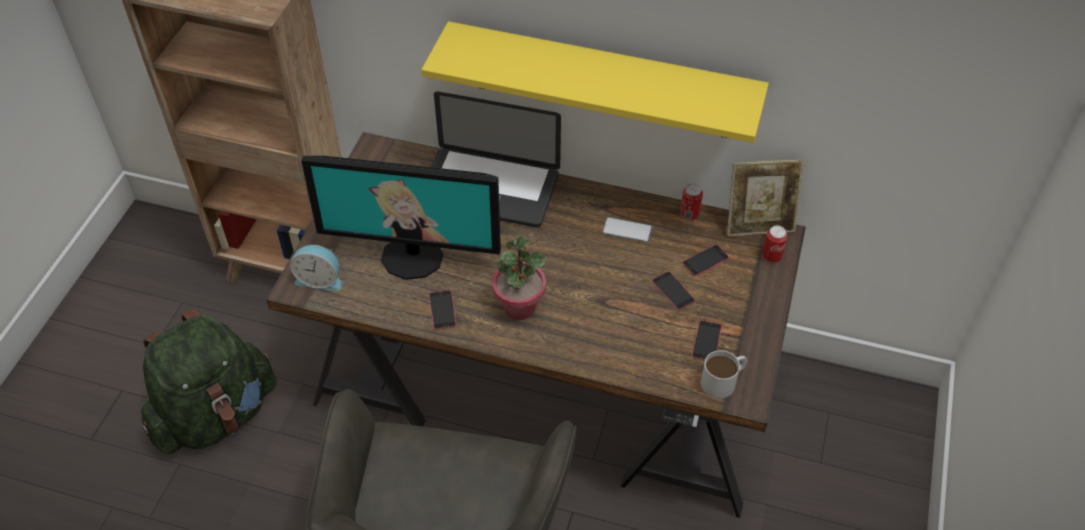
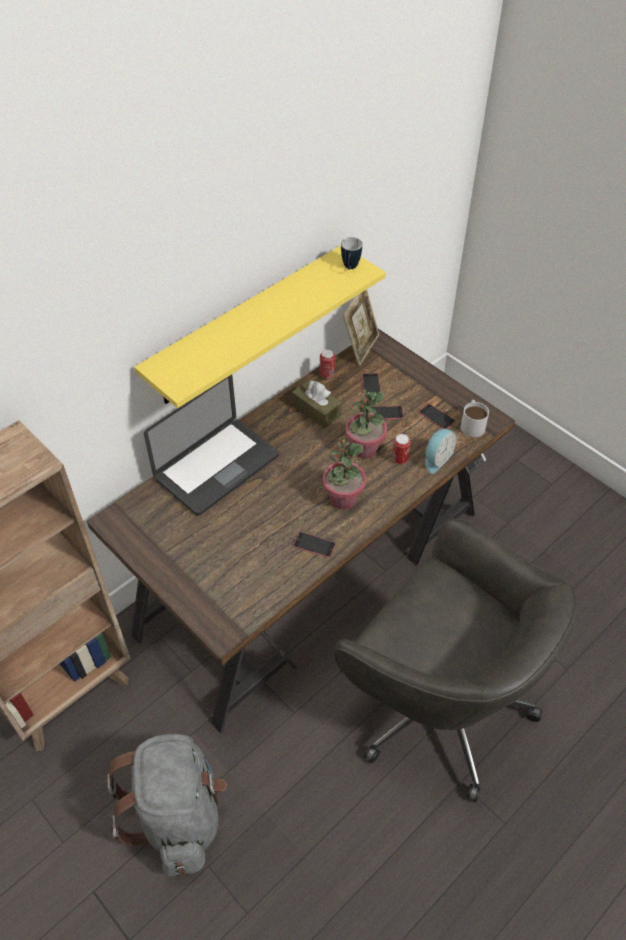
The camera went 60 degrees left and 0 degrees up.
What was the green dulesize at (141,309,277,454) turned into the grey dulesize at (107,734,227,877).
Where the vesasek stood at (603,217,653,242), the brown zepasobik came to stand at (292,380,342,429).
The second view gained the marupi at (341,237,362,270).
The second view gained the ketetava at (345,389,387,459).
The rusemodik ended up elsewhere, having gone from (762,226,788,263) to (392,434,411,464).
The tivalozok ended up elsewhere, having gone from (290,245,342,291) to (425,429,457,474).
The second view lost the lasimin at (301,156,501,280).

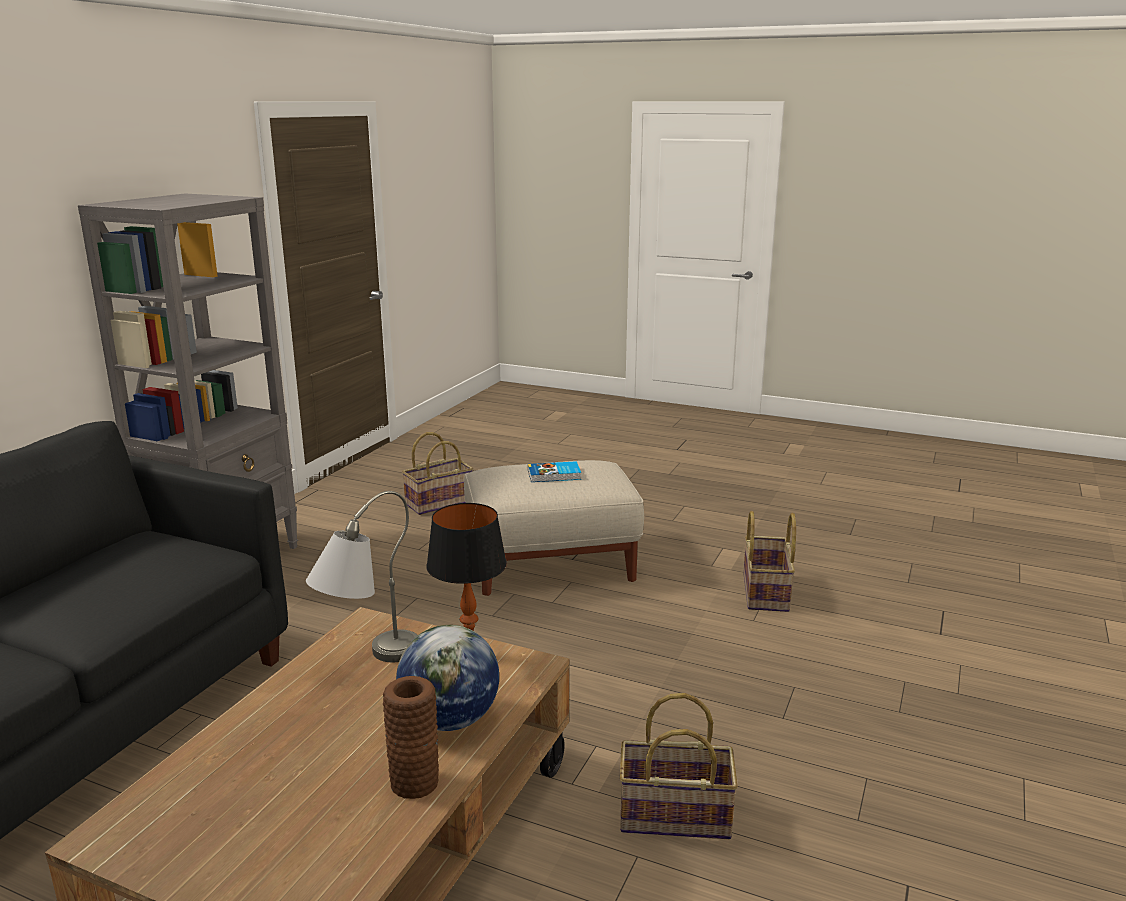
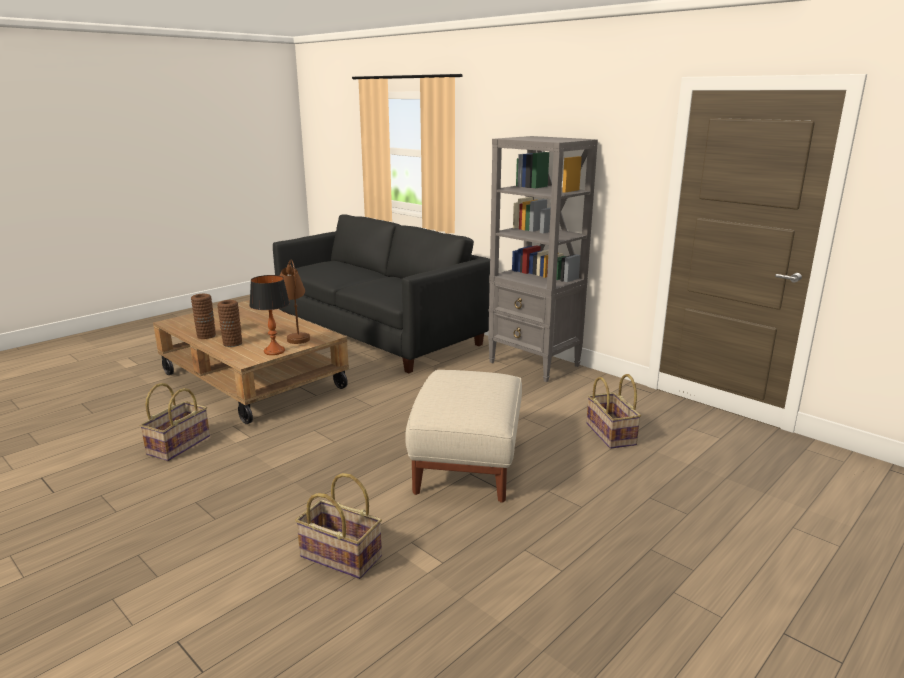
The camera went 110 degrees right and 0 degrees up.
Where the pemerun stood at (396,625,499,731), the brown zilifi came to stand at (217,300,242,347).
What was the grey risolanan at (306,491,418,662) turned into the brown risolanan at (280,260,310,344).
The second view lost the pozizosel at (528,461,581,482).

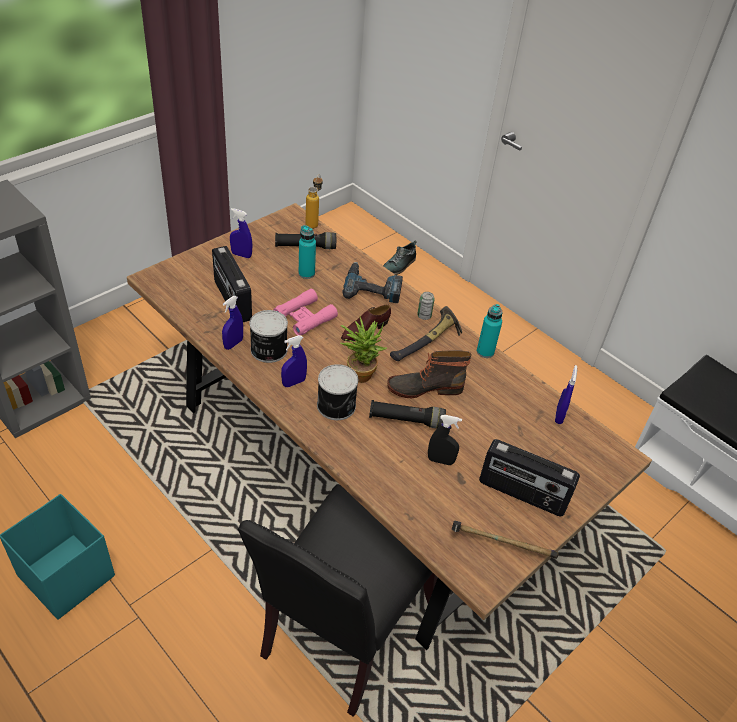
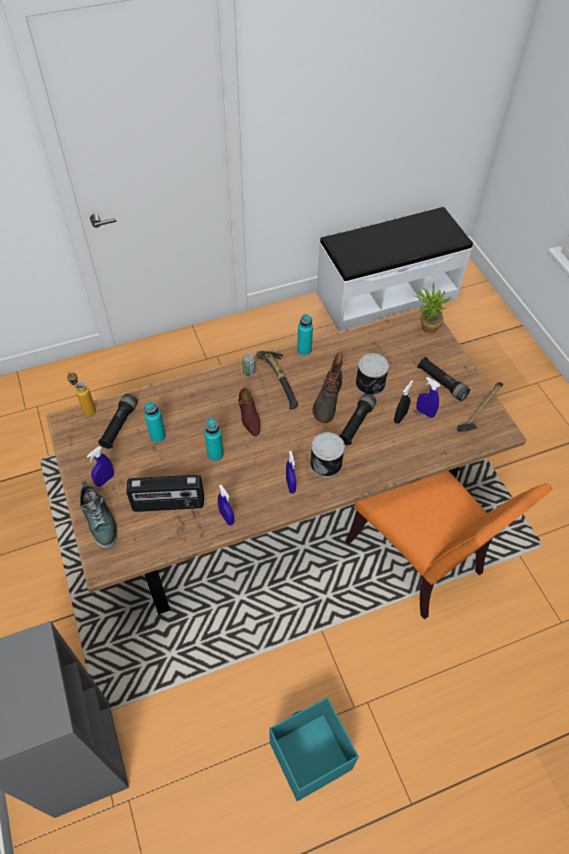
The camera went 65 degrees left and 10 degrees up.
The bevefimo ended up elsewhere, having gone from (383,241,417,275) to (80,481,117,549).
Where the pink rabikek stood at (273,289,338,336), the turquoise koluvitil came to stand at (205,418,223,461).
What was the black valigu at (238,484,438,717) turned into the orange valigu at (345,471,553,619).
The rusemodik ended up elsewhere, having gone from (250,310,288,363) to (355,353,389,396).
The ketetava ended up elsewhere, having gone from (341,317,387,383) to (413,282,451,333).
The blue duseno ended up elsewhere, having gone from (555,365,577,424) to (416,377,441,418).
Where the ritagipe stood at (479,439,580,516), the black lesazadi came to stand at (417,357,470,401).
The second view lost the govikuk at (342,262,403,303).

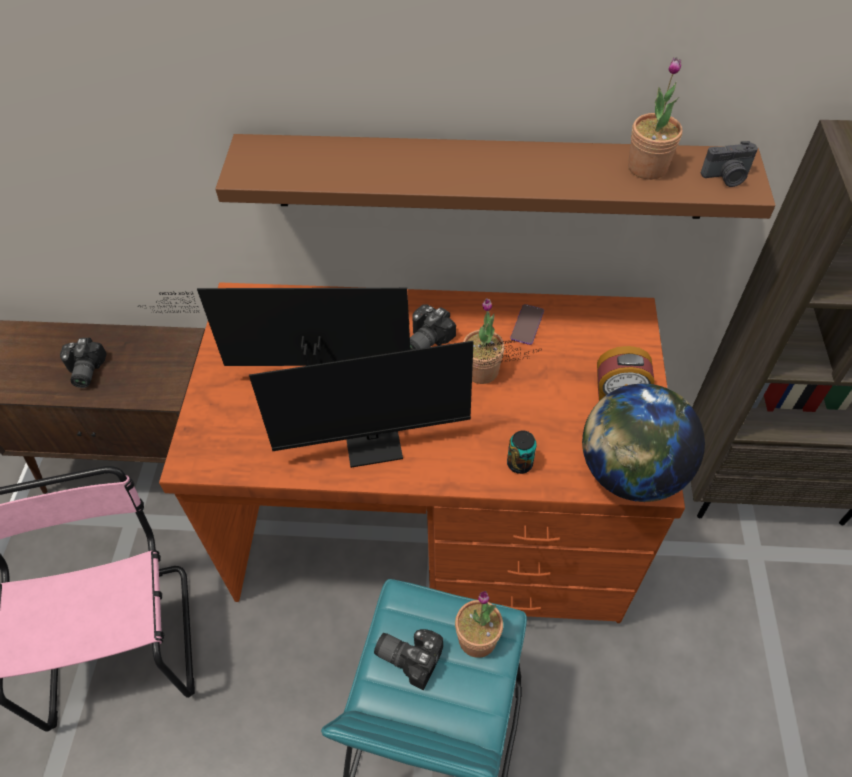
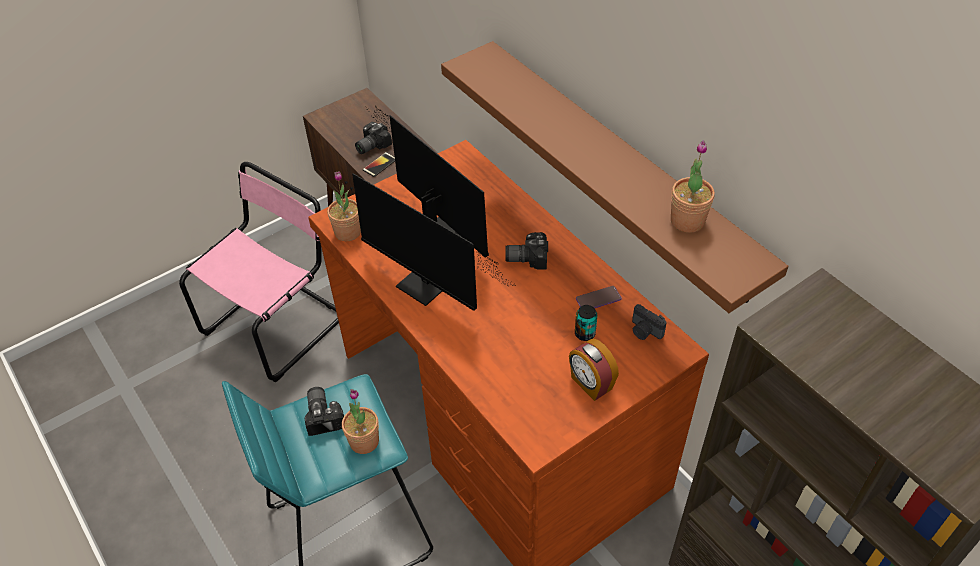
The camera went 50 degrees right and 5 degrees down.
The ketetava ended up elsewhere, having gone from (463,298,505,384) to (327,171,361,241).
The second view gained the vesasek at (363,152,395,177).
The rusemodik ended up elsewhere, having gone from (507,430,537,474) to (575,305,597,341).
The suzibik ended up elsewhere, having gone from (701,141,758,187) to (632,304,667,340).
The second view lost the pemerun at (582,383,705,502).

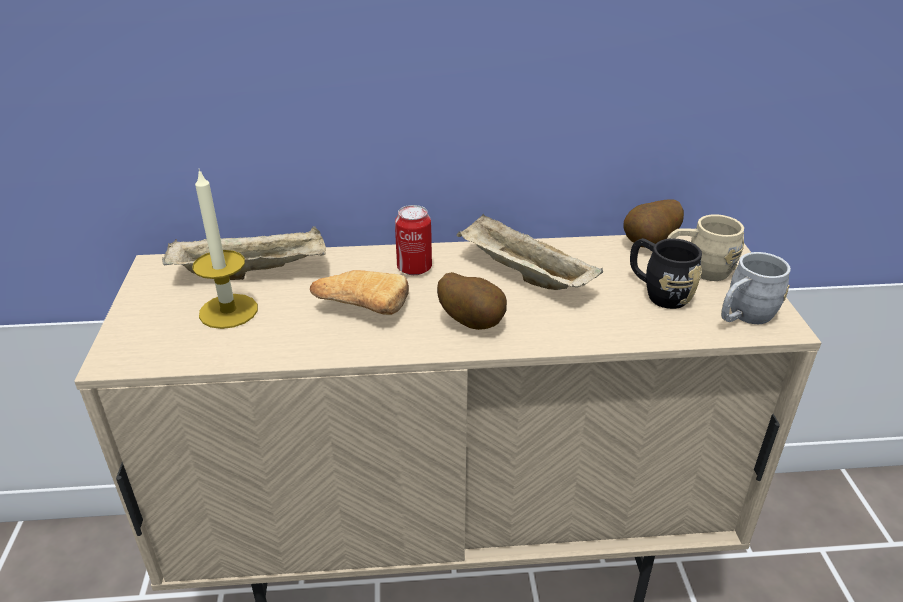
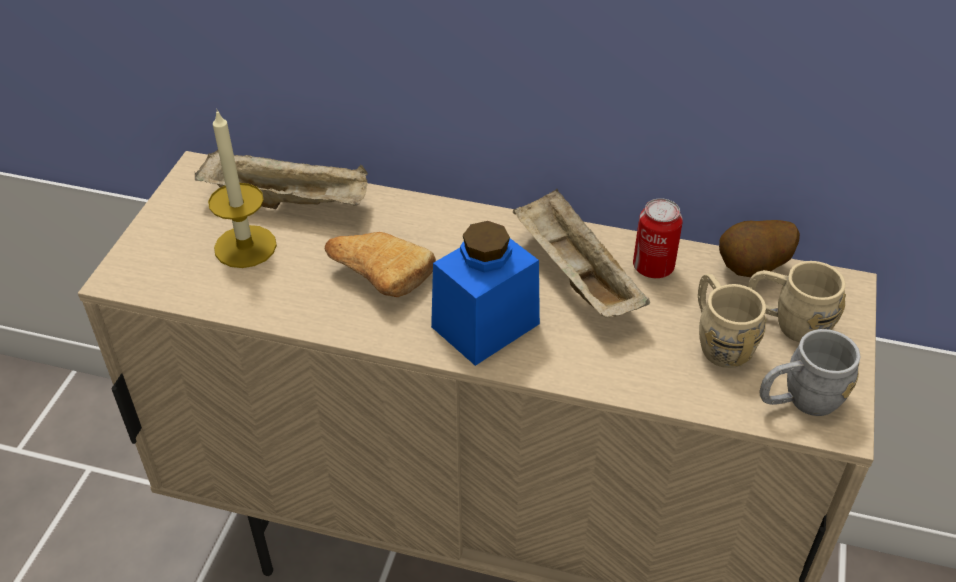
The camera went 20 degrees right and 10 degrees up.
Where the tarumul stood at (437,272,507,330), the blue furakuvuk came to stand at (431,221,540,366).
The rusemodik ended up elsewhere, having gone from (395,205,432,275) to (633,198,683,278).
What was the black marupi at (630,238,702,309) turned into the beige marupi at (698,273,766,368).

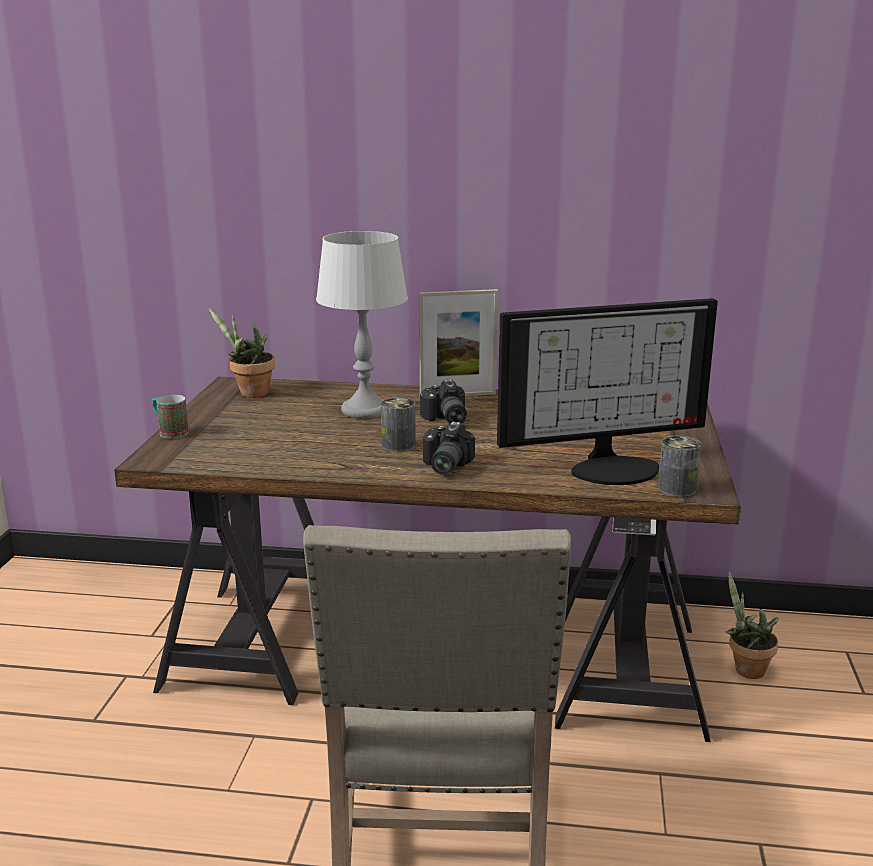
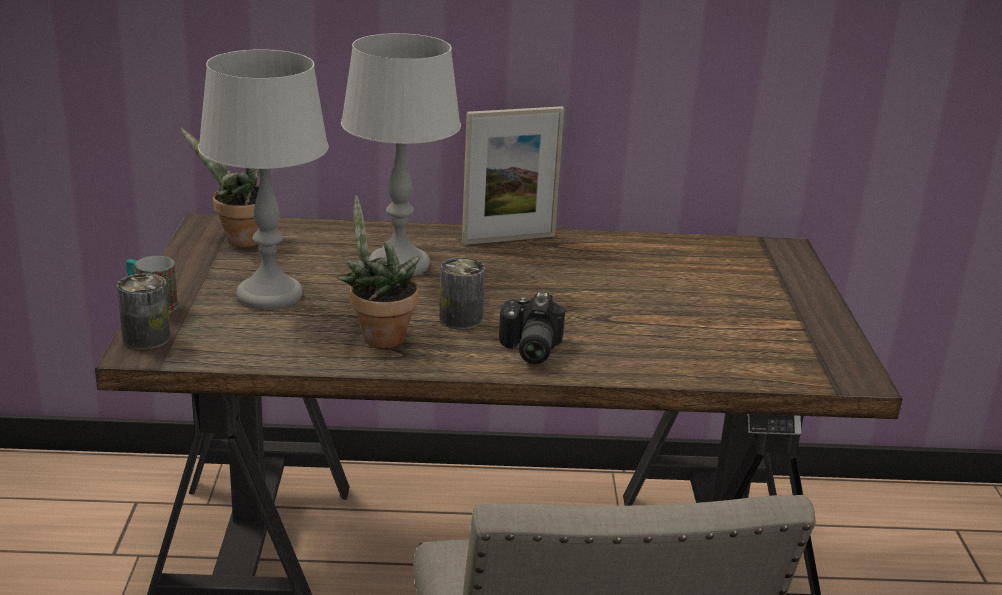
The camera went 10 degrees left and 5 degrees up.
The rusemodik ended up elsewhere, having gone from (658,436,701,497) to (117,273,170,350).
The second view gained the grey risolanan at (198,49,329,310).
The ketetava ended up elsewhere, having gone from (725,572,779,679) to (335,195,420,348).
The second view lost the suzibik at (420,379,467,424).
The second view lost the lasimin at (497,298,718,485).

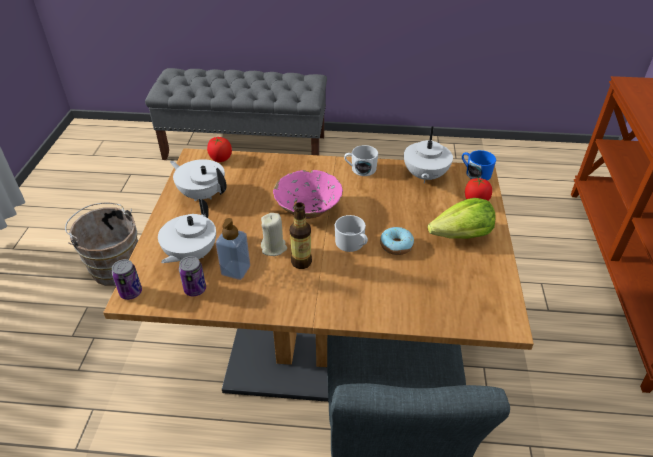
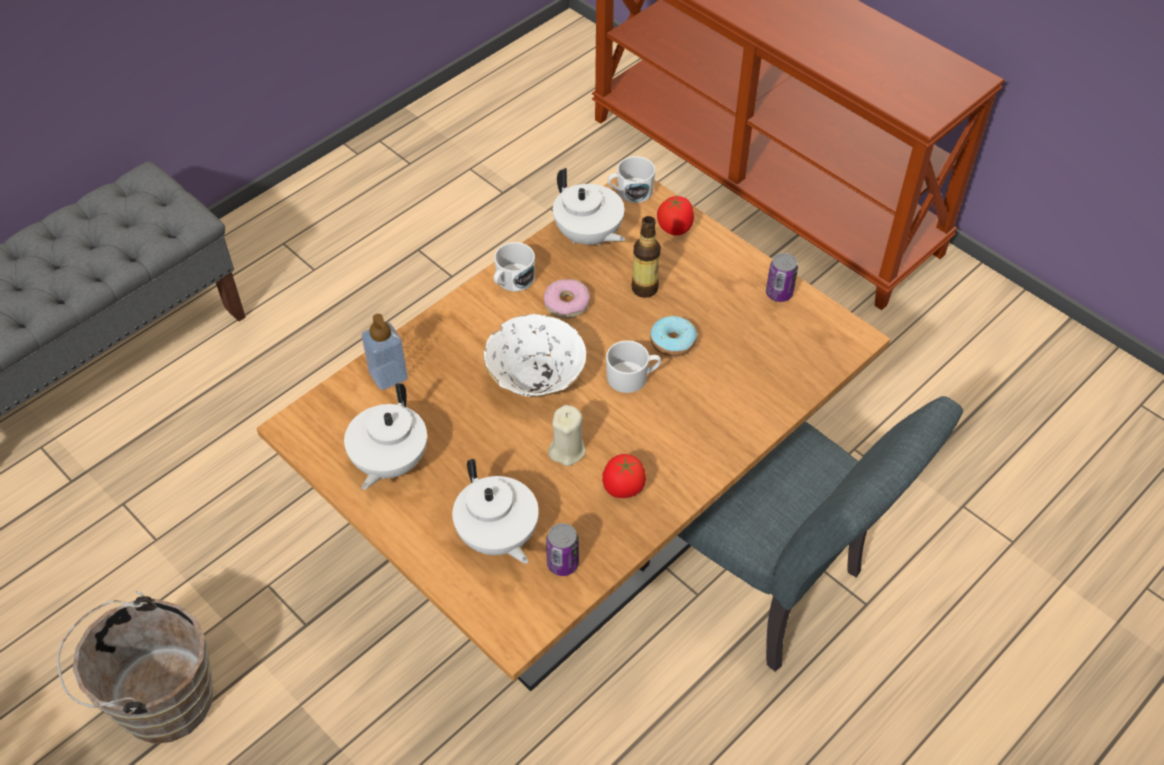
The camera went 50 degrees left and 10 degrees up.
The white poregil at (170,159,227,201) ended up facing another way, 60 degrees counterclockwise from before.
The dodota ended up elsewhere, having gone from (216,218,250,280) to (361,314,408,390).
What was the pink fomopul at (273,170,343,219) turned into the white fomopul at (483,314,586,397).
The second view gained the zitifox at (544,279,590,319).
The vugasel ended up elsewhere, having gone from (207,137,232,162) to (602,454,646,498).
What was the blue marupi at (462,150,496,180) turned into the white marupi at (608,156,655,203).
The koluvitil ended up elsewhere, having gone from (290,202,312,269) to (632,216,661,298).
The rusemodik ended up elsewhere, having gone from (112,259,142,300) to (766,253,798,302).
The second view lost the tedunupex at (428,198,495,239).

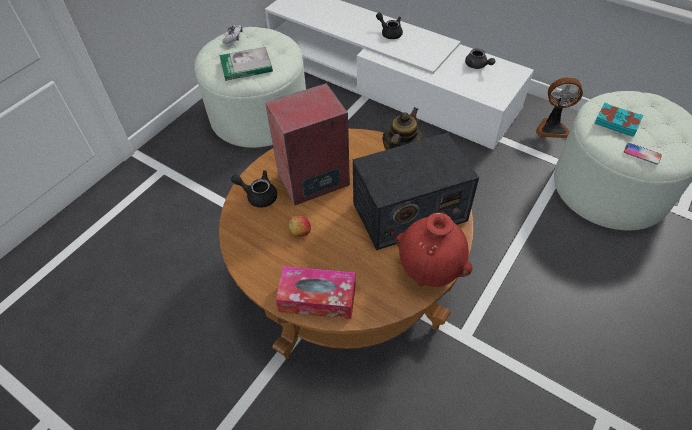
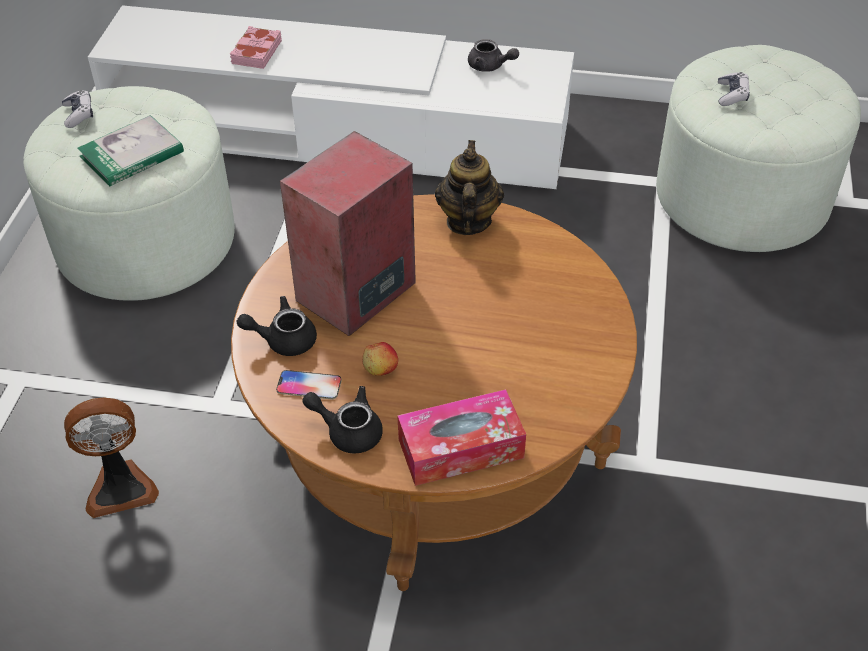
The camera went 25 degrees left and 5 degrees down.
The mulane ended up elsewhere, having gone from (536,77,583,138) to (64,398,159,518).
The second view gained the pink pozizosel at (230,26,282,69).
The vesasek ended up elsewhere, having gone from (624,143,662,164) to (276,370,342,399).
The black poregil ended up elsewhere, having gone from (376,13,403,39) to (303,386,383,454).
Where the turquoise pozizosel stood at (594,102,643,137), the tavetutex came to stand at (718,72,750,106).
The second view lost the ritagipe at (353,133,479,250).
The second view lost the red zilifi at (396,213,472,287).

